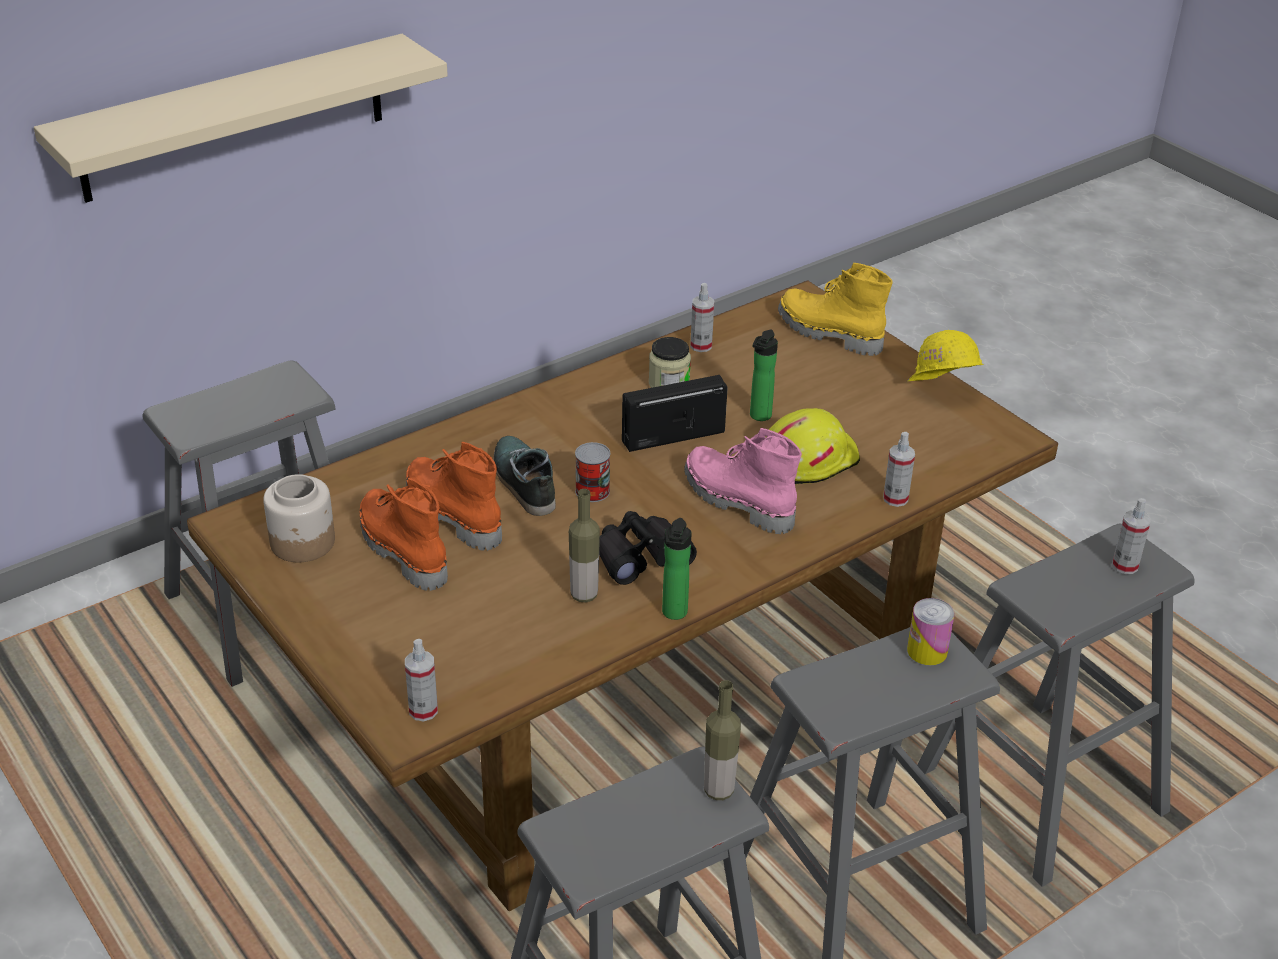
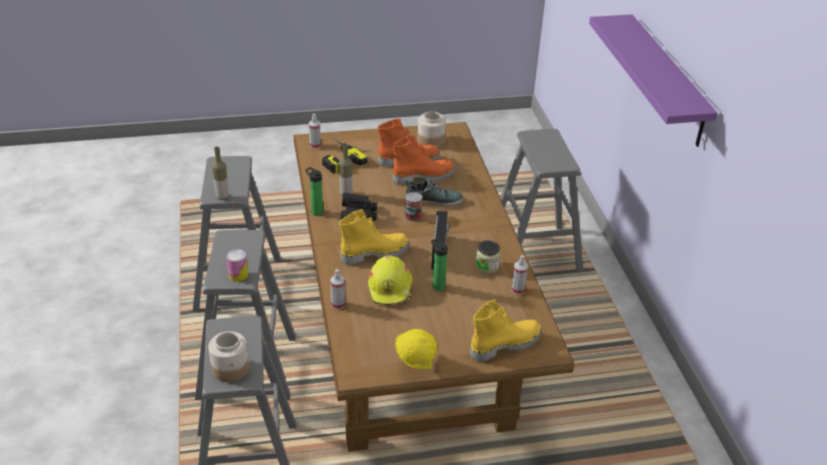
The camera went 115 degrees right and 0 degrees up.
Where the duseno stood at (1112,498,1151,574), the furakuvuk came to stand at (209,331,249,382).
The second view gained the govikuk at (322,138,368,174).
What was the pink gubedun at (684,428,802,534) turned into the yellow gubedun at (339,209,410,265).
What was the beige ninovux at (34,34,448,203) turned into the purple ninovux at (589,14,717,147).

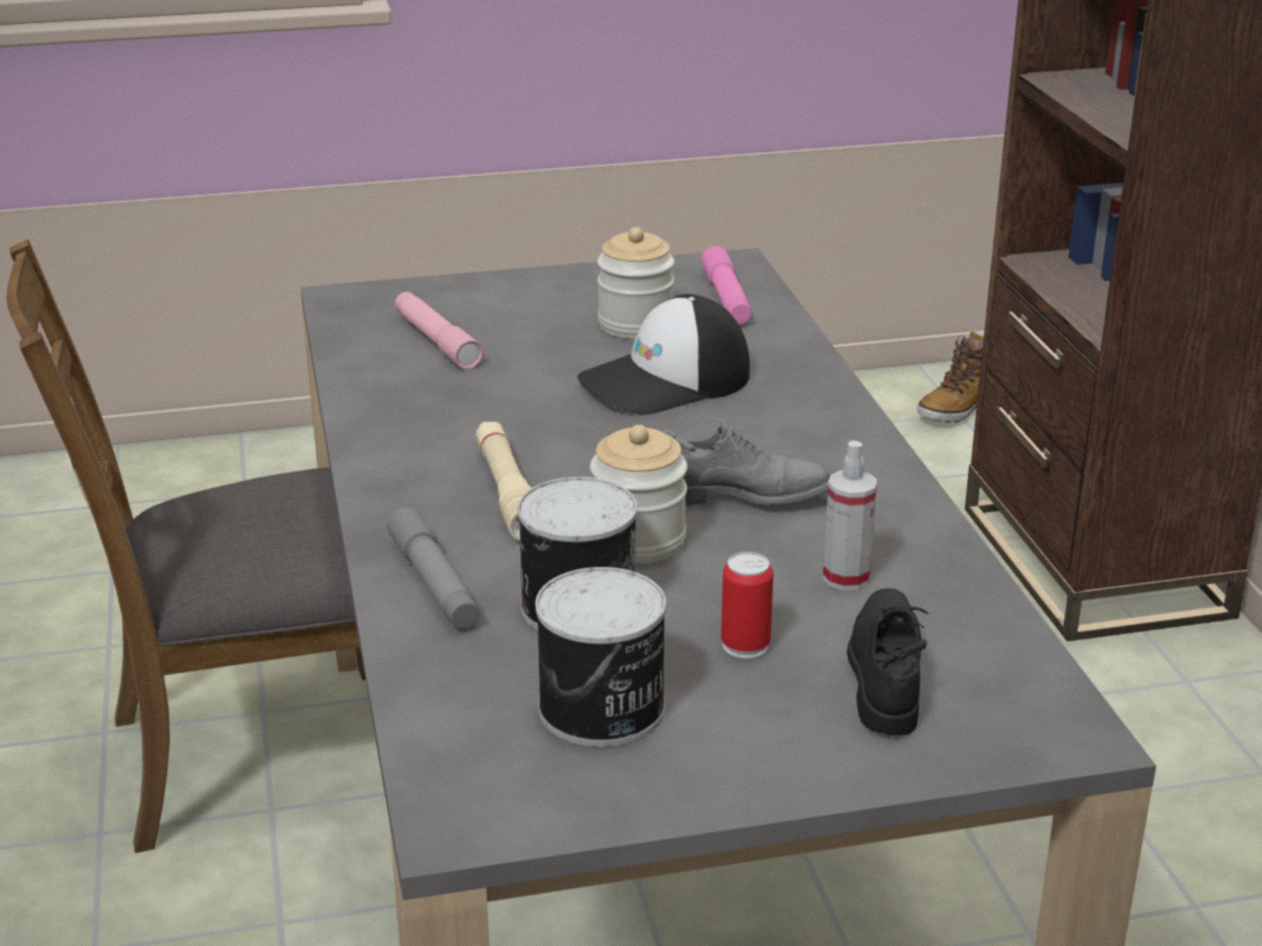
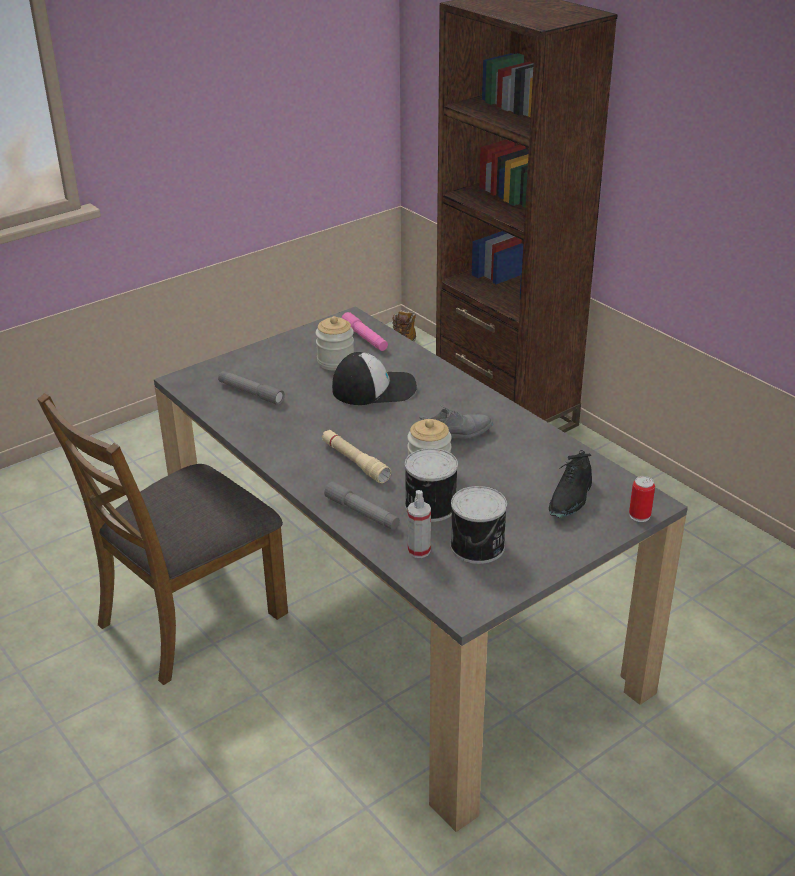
The camera went 25 degrees left and 5 degrees up.
What was the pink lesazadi at (395,292,483,369) turned into the grey lesazadi at (218,371,285,405).
The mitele at (577,294,750,415) ended up facing another way, 135 degrees counterclockwise from before.
The duseno ended up elsewhere, having gone from (823,441,877,591) to (407,490,431,558).
The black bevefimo at (847,588,930,735) ended up facing another way, 135 degrees counterclockwise from before.
The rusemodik ended up elsewhere, having gone from (721,552,773,659) to (629,476,655,522).

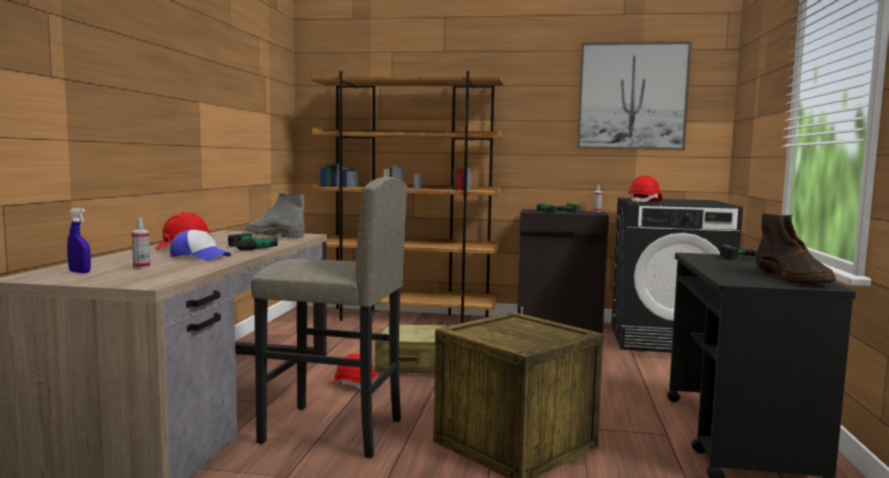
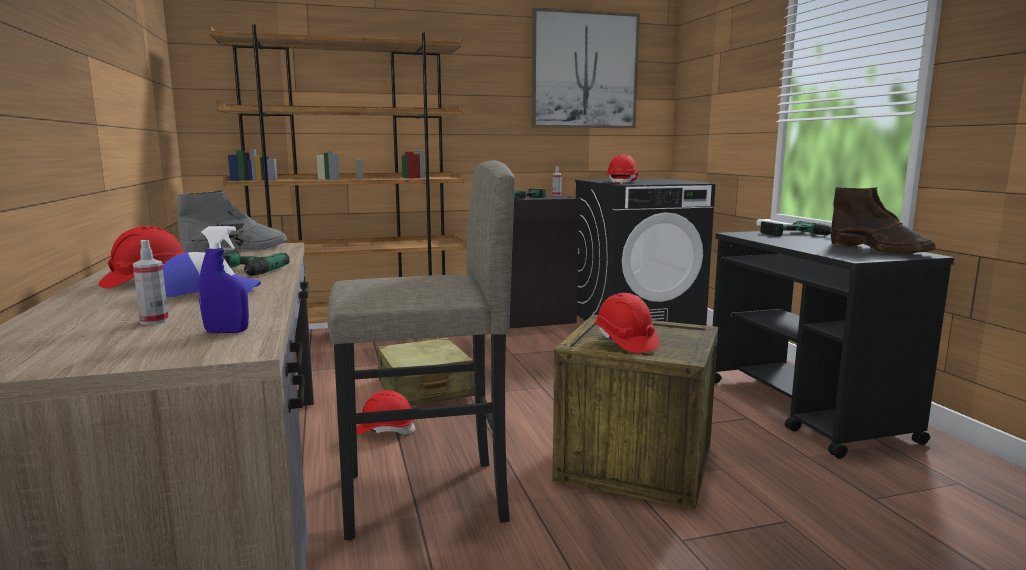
The camera went 25 degrees left and 5 degrees up.
The grey gubedun at (246,193,305,239) ended up facing another way, 135 degrees clockwise from before.
The blue duseno ended up elsewhere, having gone from (67,208,91,273) to (199,226,249,333).
The second view gained the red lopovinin at (594,293,659,353).

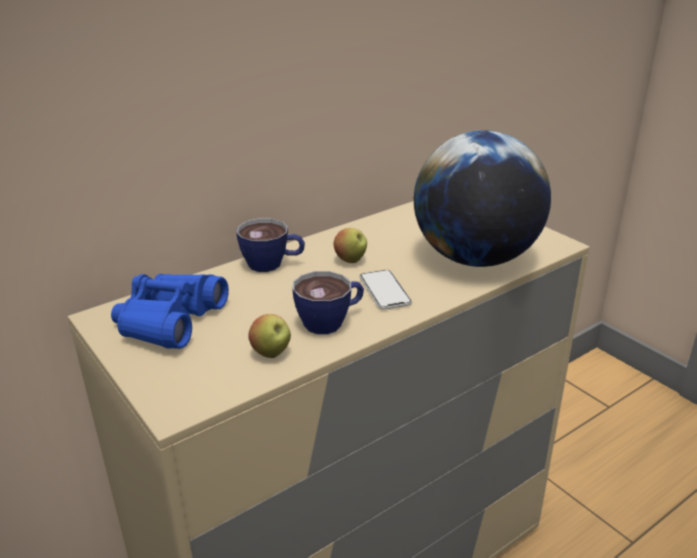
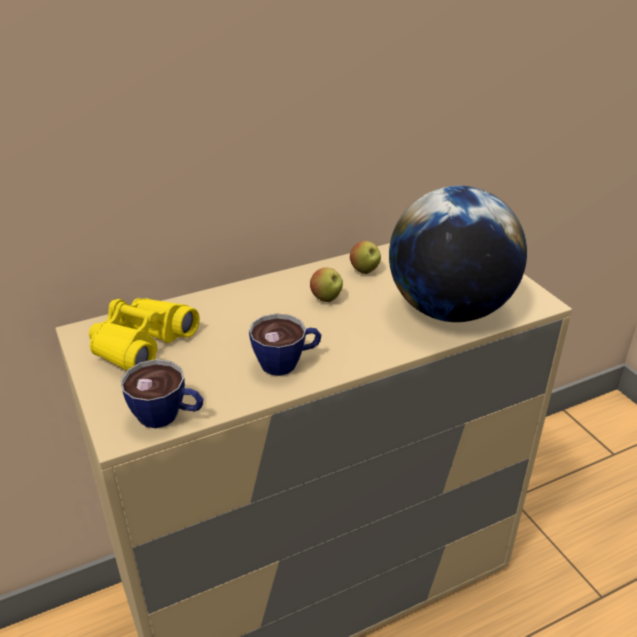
The camera went 10 degrees right and 5 degrees up.
What was the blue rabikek at (111,274,229,349) turned into the yellow rabikek at (89,298,200,371).
The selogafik ended up elsewhere, having gone from (236,218,305,272) to (121,359,203,428).
The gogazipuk ended up elsewhere, having gone from (248,314,291,358) to (350,241,381,274).
The second view lost the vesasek at (359,270,412,310).

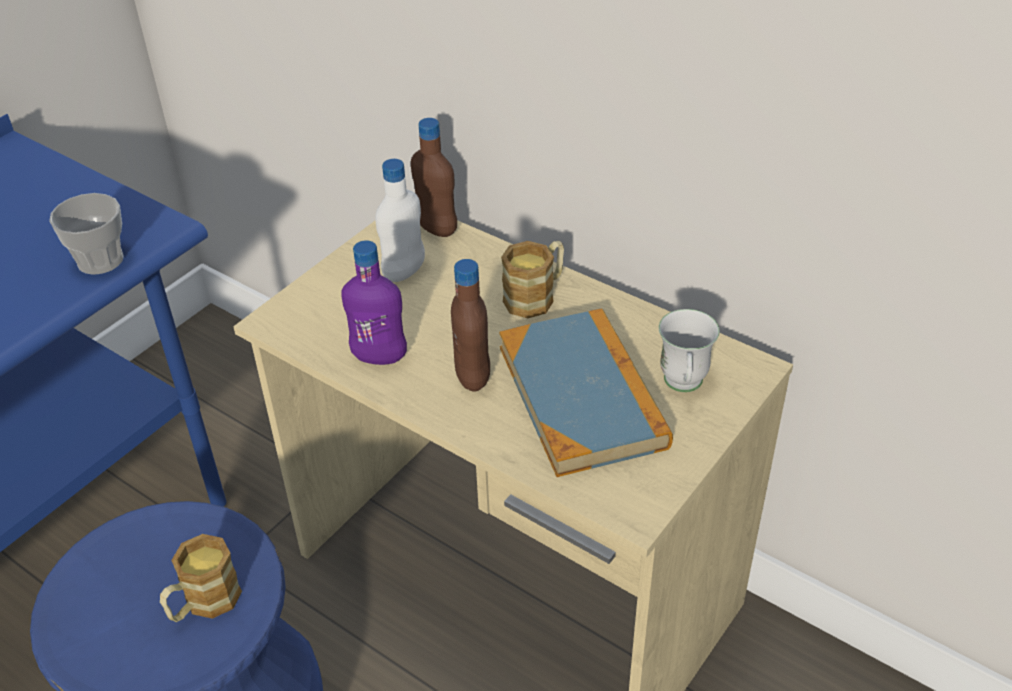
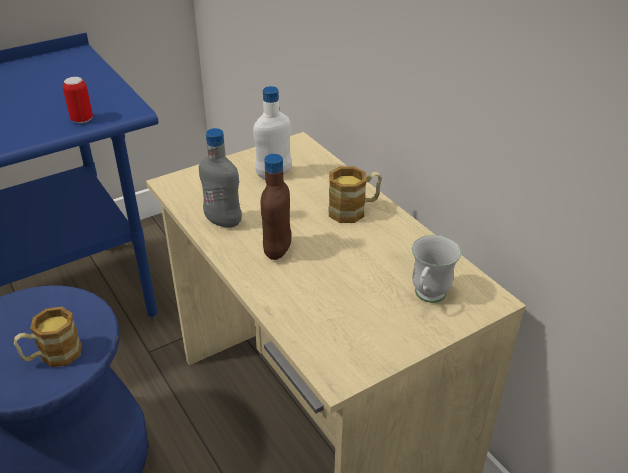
The camera went 20 degrees right and 5 degrees down.
Where the selogafik stood at (49,193,123,275), the rusemodik came to stand at (63,77,93,123).
What was the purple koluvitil at (341,240,407,365) turned into the grey koluvitil at (199,128,242,228).
The second view lost the brown koluvitil at (411,118,457,237).
The second view lost the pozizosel at (499,308,673,477).

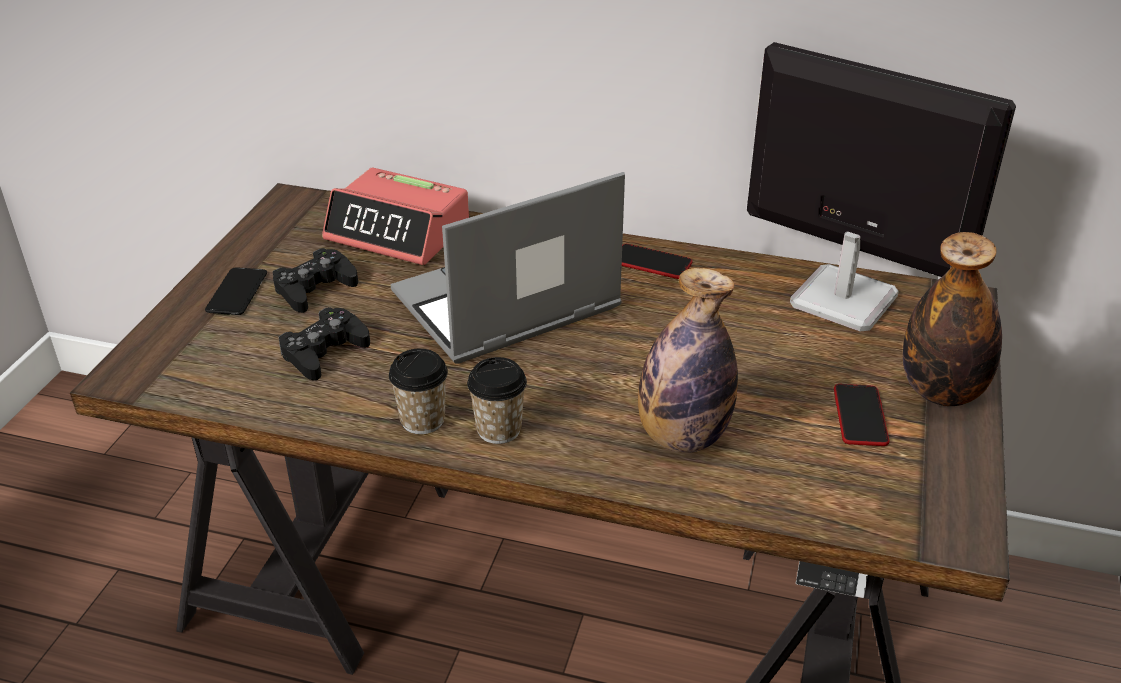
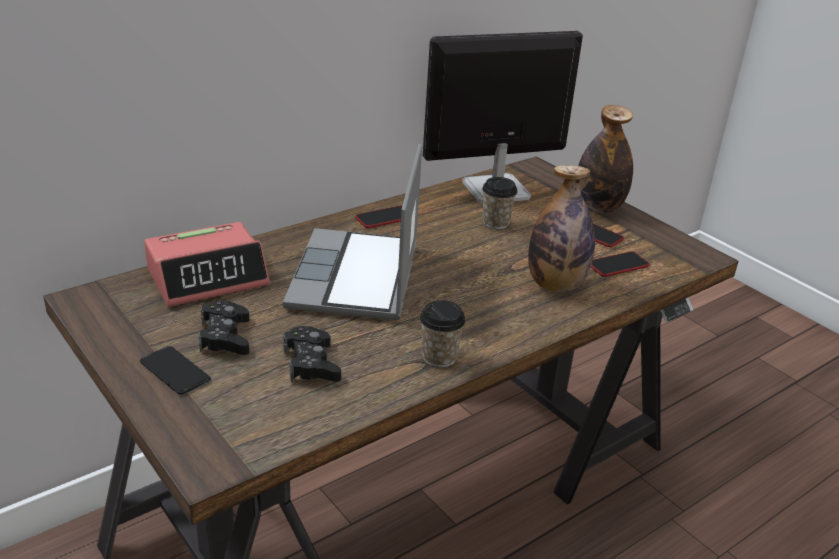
The camera went 55 degrees left and 5 degrees down.
The selogafik ended up elsewhere, having gone from (467,357,527,444) to (482,177,518,229).
The second view gained the vesasek at (591,251,650,277).

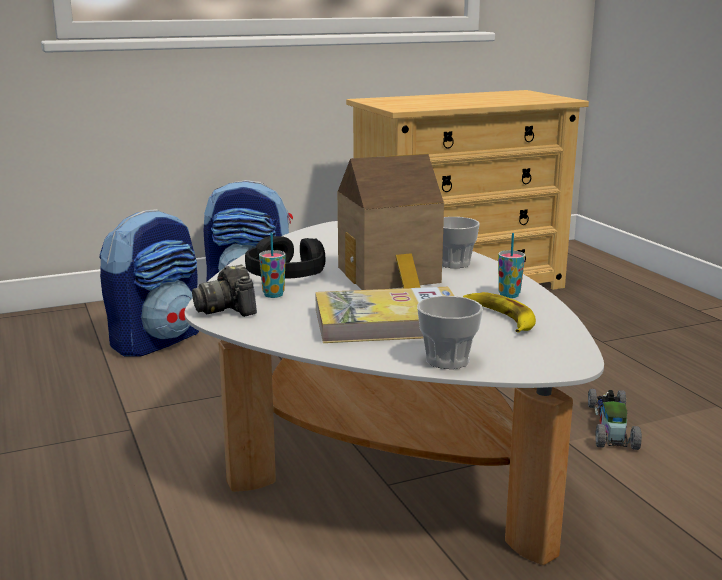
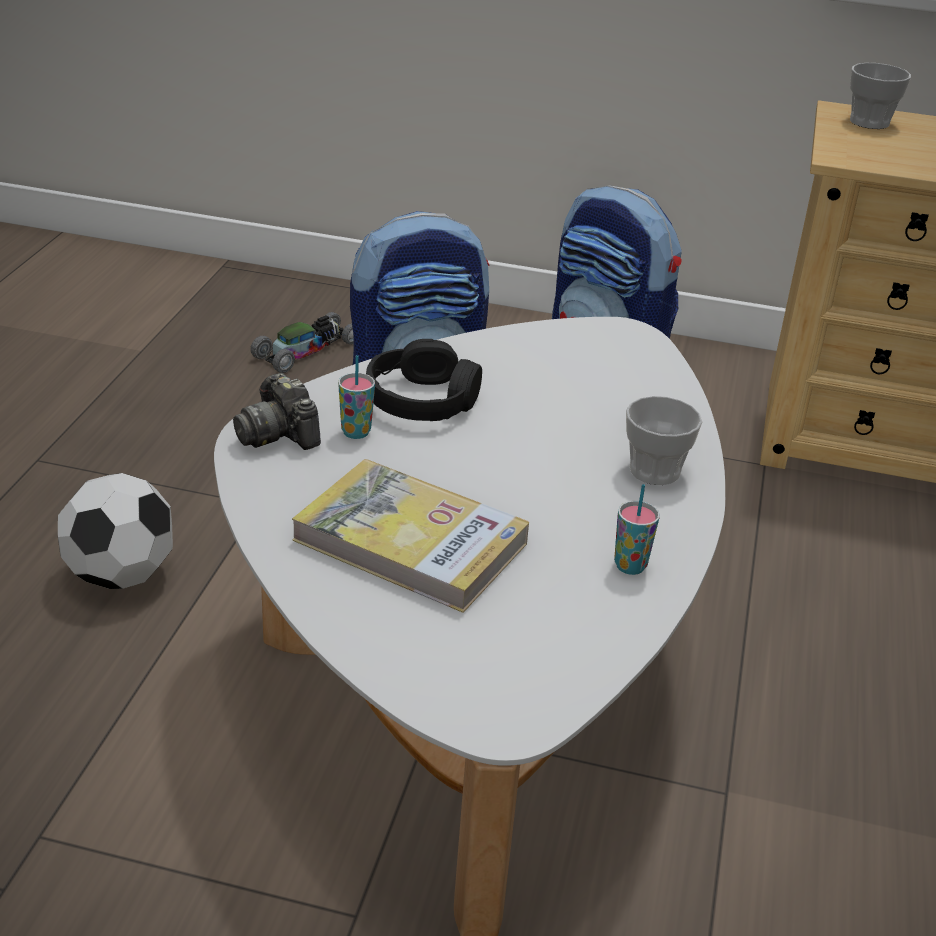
The camera went 35 degrees right and 15 degrees up.
The second view gained the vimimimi at (58,473,173,589).
The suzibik at (192,264,257,317) ended up facing another way, 45 degrees counterclockwise from before.
The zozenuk ended up elsewhere, having gone from (588,389,642,450) to (251,312,354,373).
The selogafik ended up elsewhere, having gone from (417,296,483,369) to (850,63,911,129).
The second view lost the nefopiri at (338,154,444,290).
The second view lost the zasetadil at (463,292,536,333).

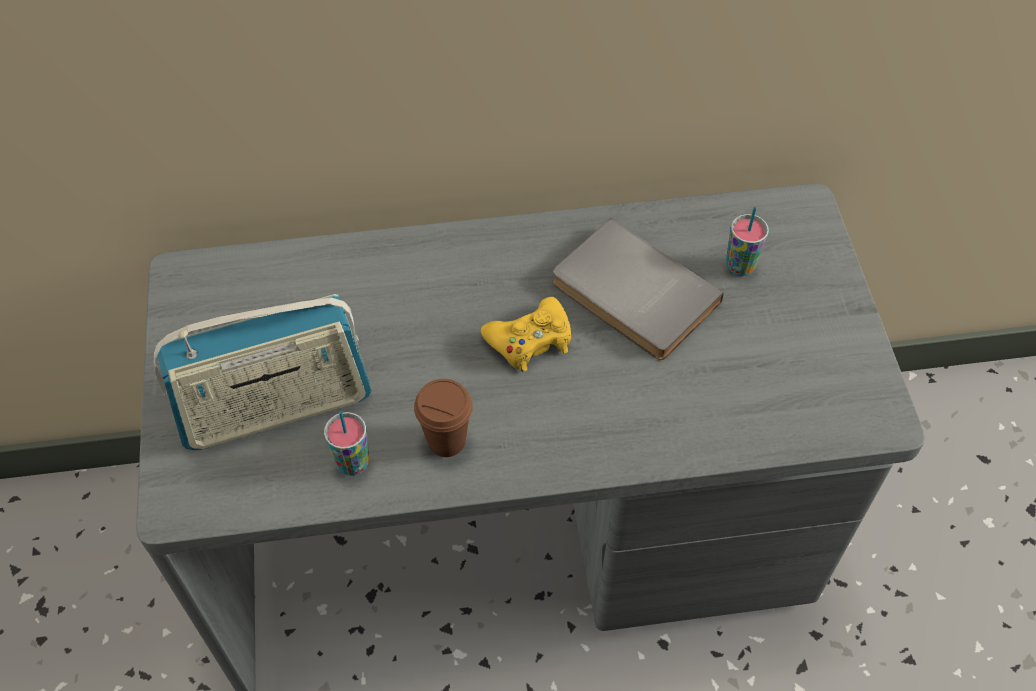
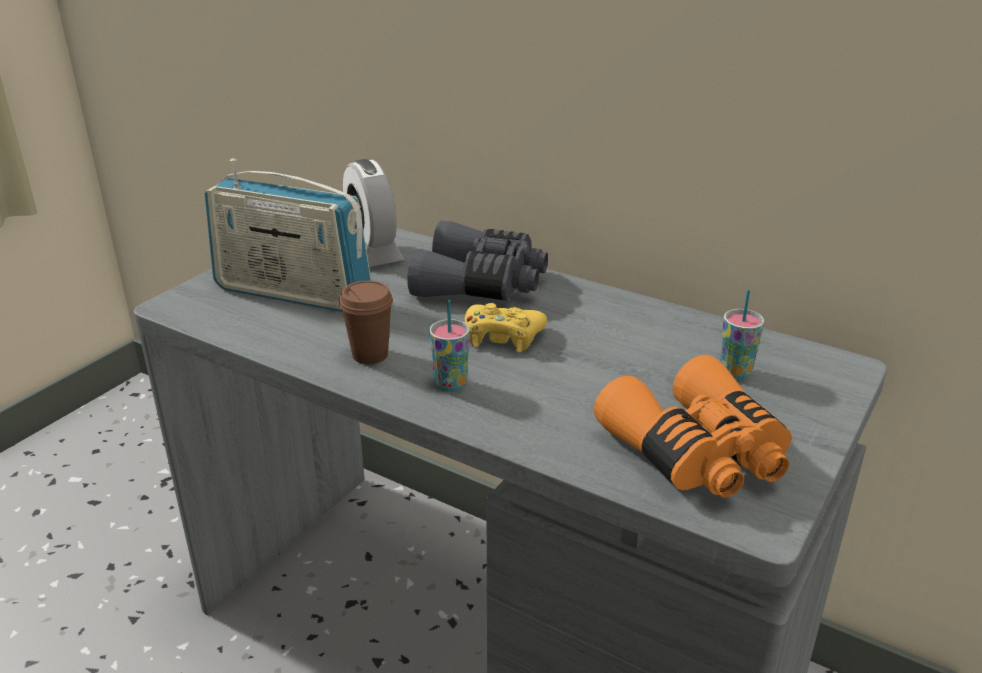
The camera went 40 degrees right and 25 degrees down.
The second view gained the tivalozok at (343,159,404,267).
The second view gained the grey rabikek at (407,221,548,301).
The selogafik ended up elsewhere, having gone from (324,411,369,476) to (429,300,470,391).
The second view gained the orange rabikek at (594,355,792,498).
The second view lost the grey pozizosel at (553,218,724,360).

